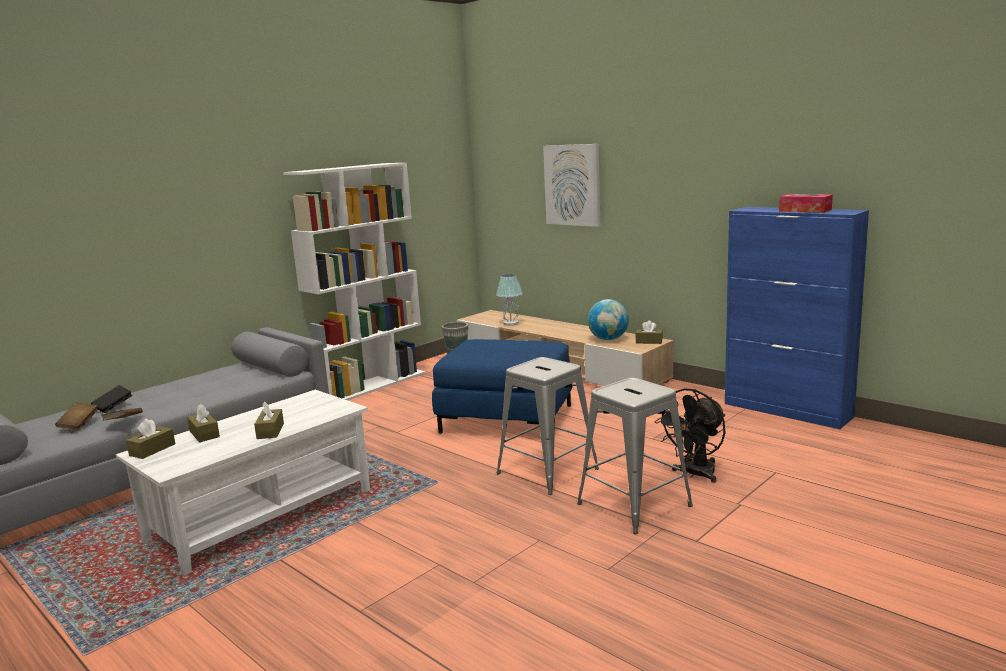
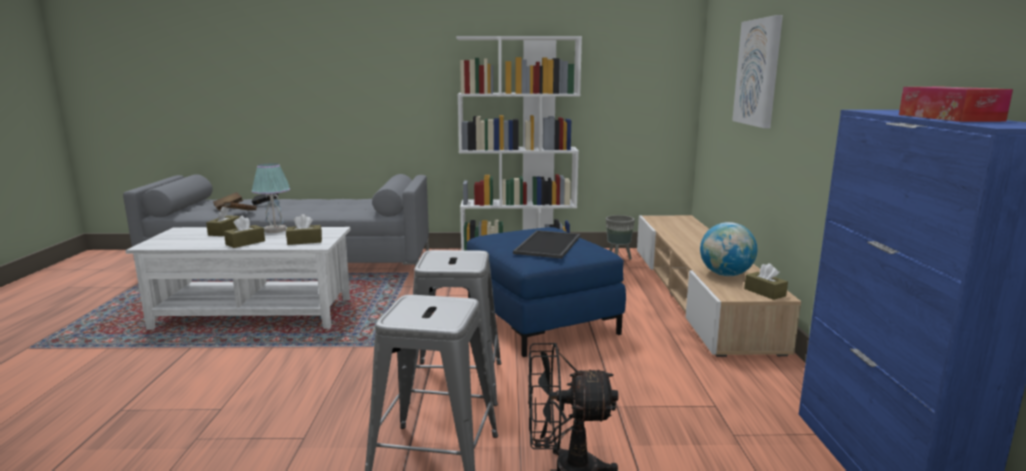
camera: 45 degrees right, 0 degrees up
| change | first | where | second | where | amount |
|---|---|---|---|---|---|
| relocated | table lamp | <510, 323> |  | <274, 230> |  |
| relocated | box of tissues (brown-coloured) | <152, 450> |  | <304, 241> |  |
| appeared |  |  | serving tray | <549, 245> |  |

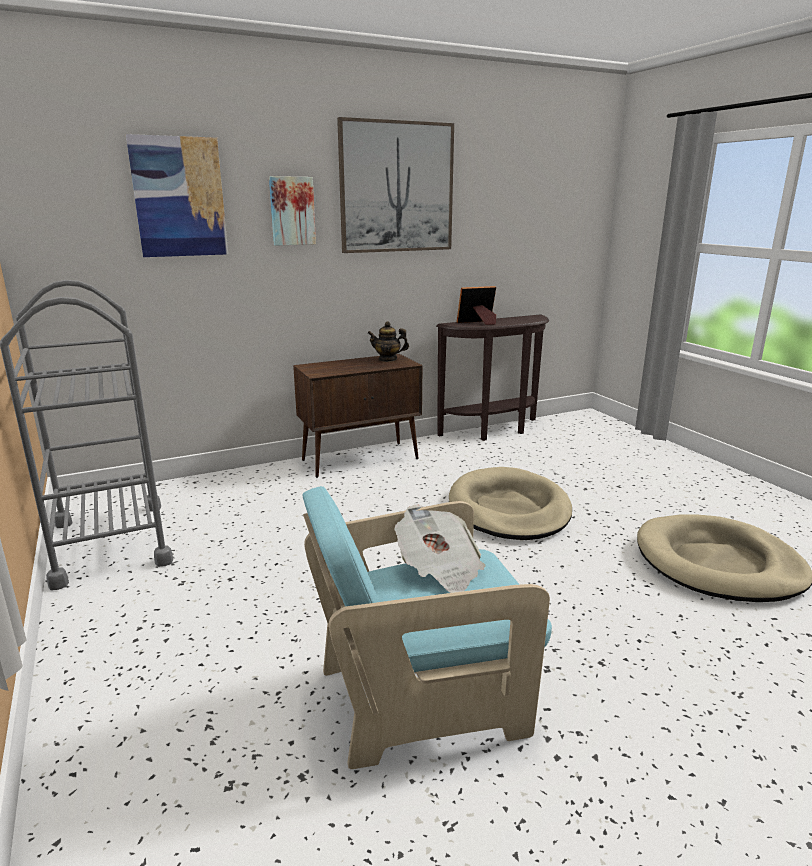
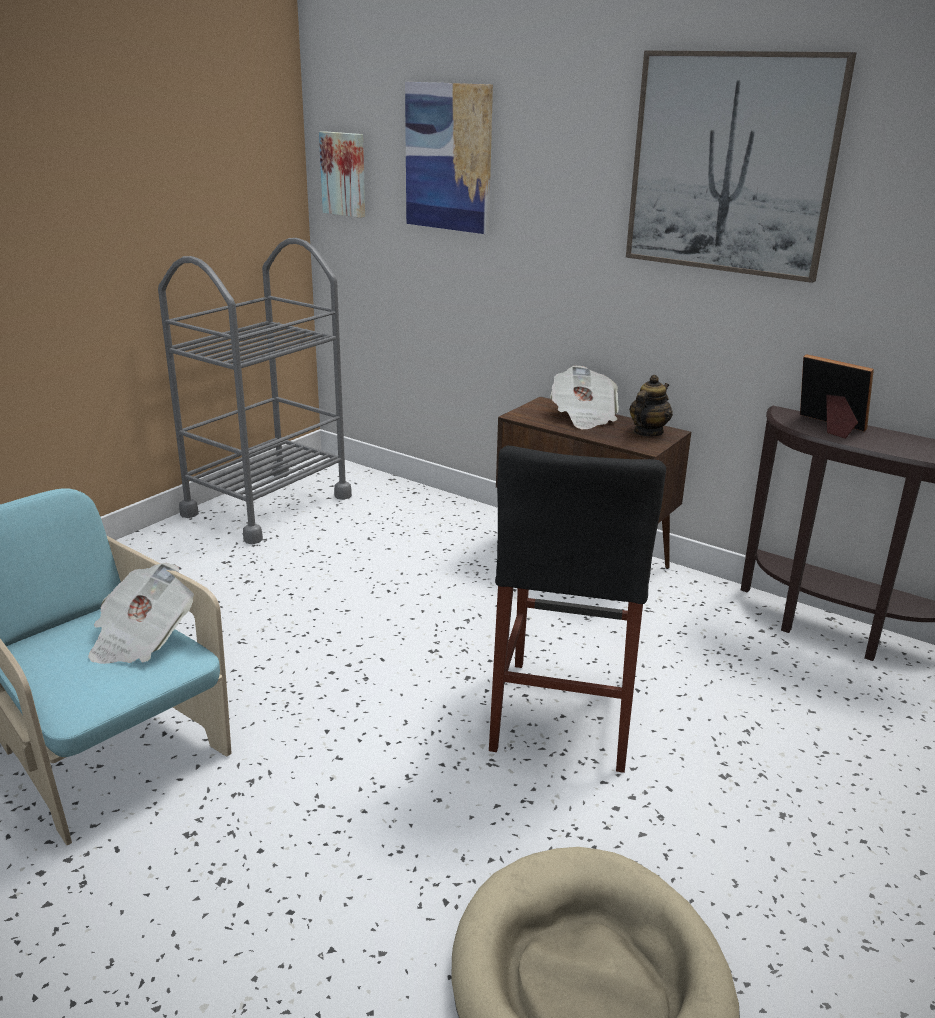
camera: 60 degrees right, 5 degrees up
| change | first | where | second | where | amount |
|---|---|---|---|---|---|
| relocated | wall picture | <292, 211> |  | <344, 174> |  |
| exchanged | dog bed (sand-coloured) | <509, 509> | stool seat (black) | <565, 713> |  |
| appeared |  |  | daily paper | <583, 417> |  |
| spun | teapot | <388, 359> |  | <647, 432> | 60 degrees clockwise |

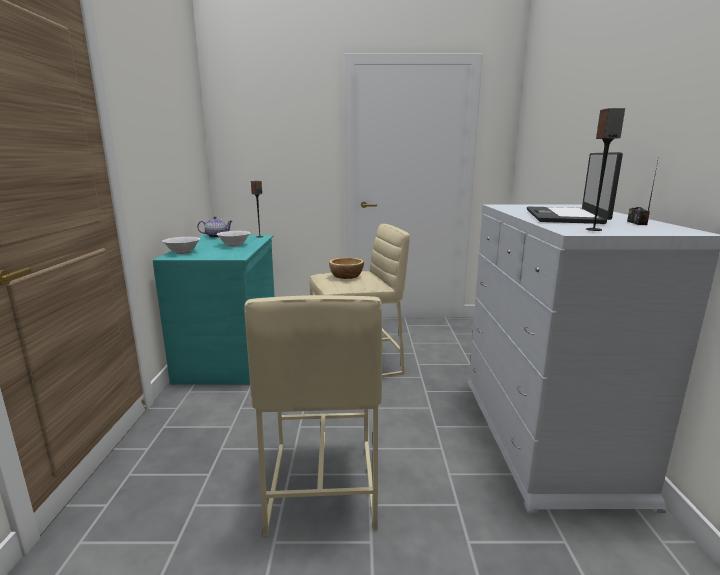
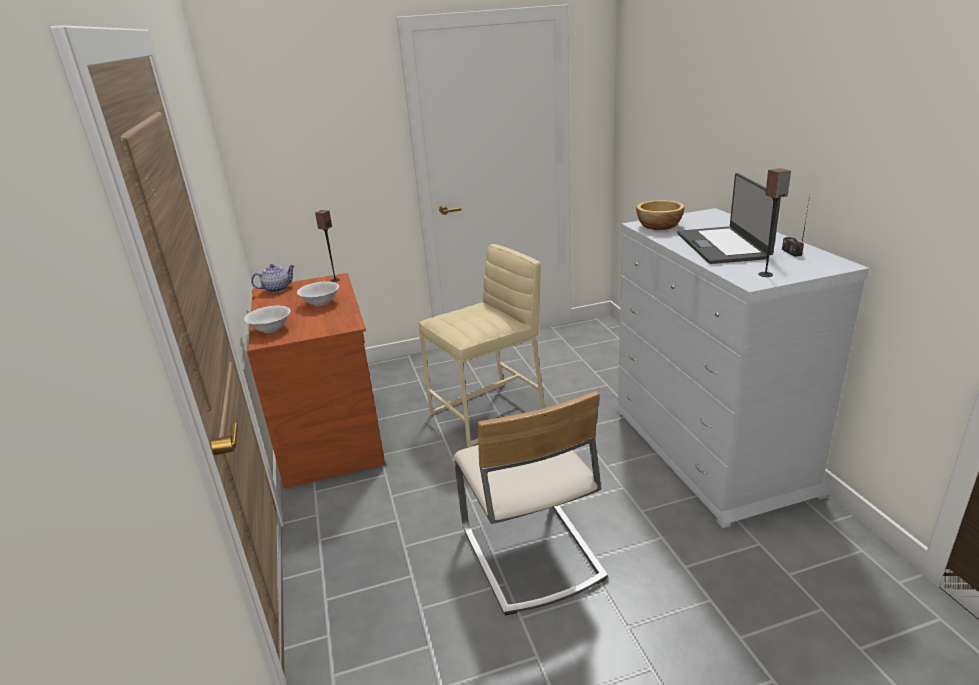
camera: 15 degrees left, 10 degrees up
| change | first | where | second | where | amount |
|---|---|---|---|---|---|
| colour | desk unit (blue-green) | <231, 356> | desk unit (brown-coloured) | <331, 434> |  |
| exchanged | stool seat (sand-coloured) | <321, 483> | chair (sand-coloured) | <529, 553> |  |
| relocated | bowl | <347, 276> |  | <660, 226> |  |

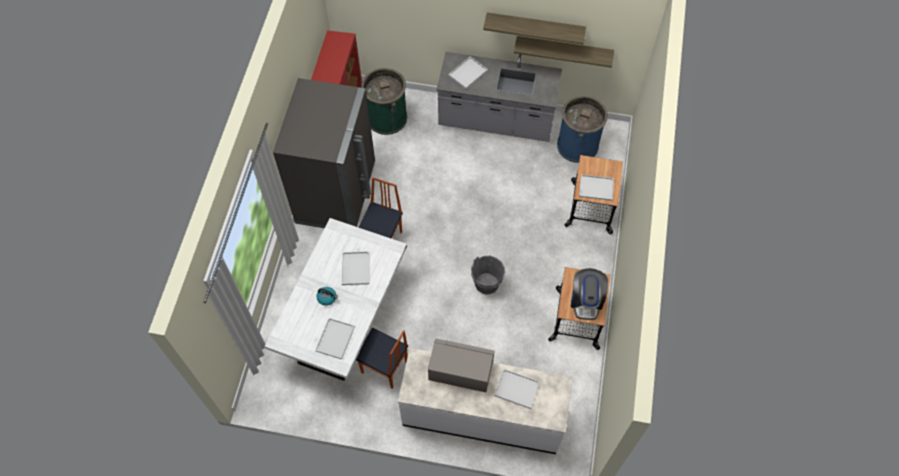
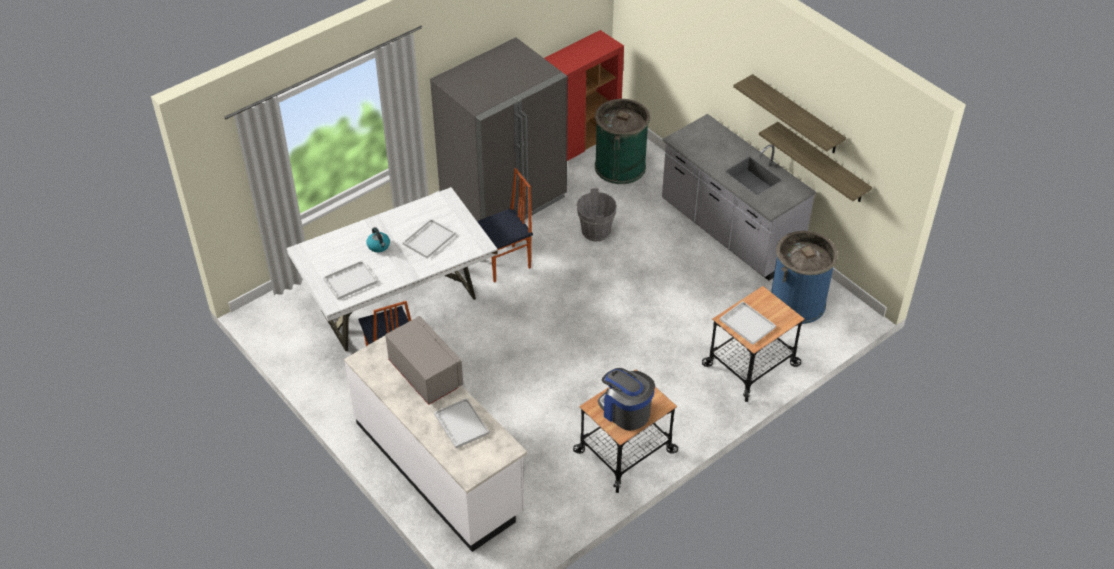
camera: 40 degrees right, 15 degrees down
| change | first | where | second | where | amount |
|---|---|---|---|---|---|
| relocated | bucket (gray) | <486, 284> |  | <595, 231> |  |
| spun | coffee brewer | <586, 300> |  | <625, 411> | 90 degrees clockwise |
| missing | serving tray (white) | <468, 72> |  |  |  |

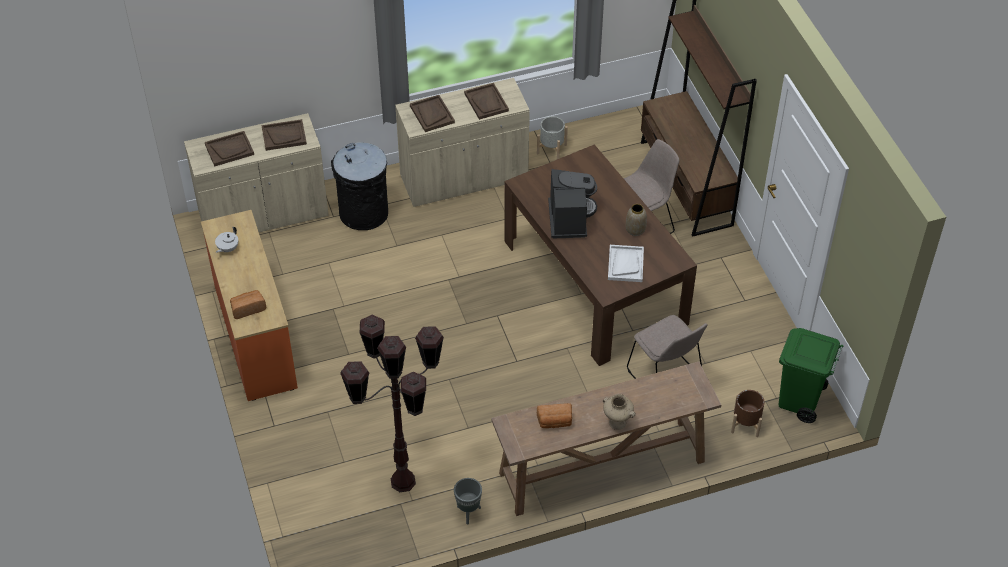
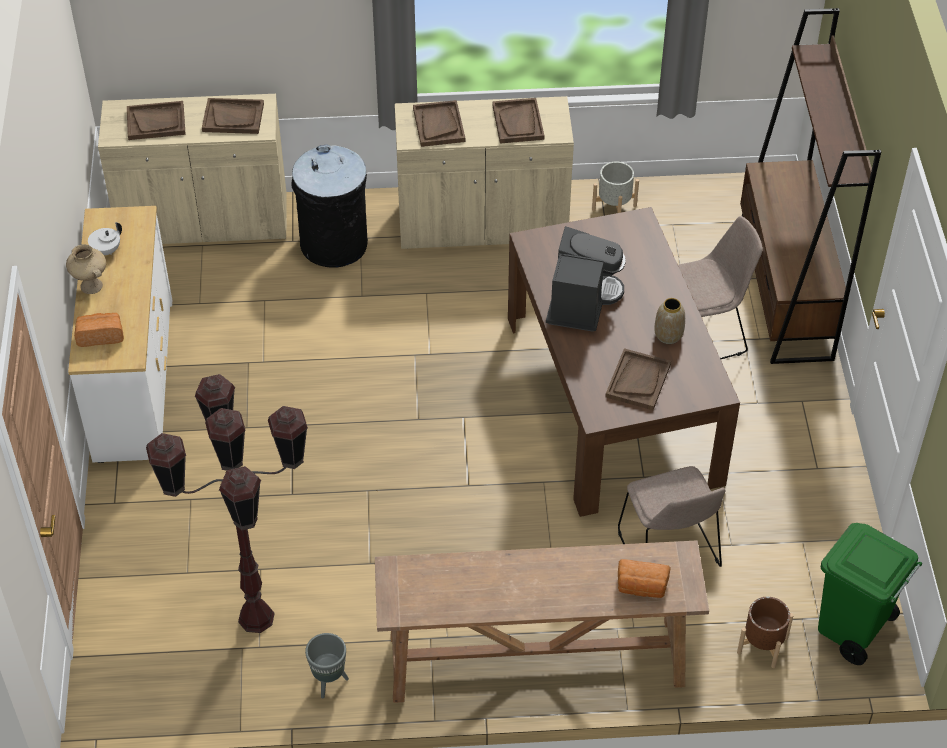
camera: 15 degrees right, 0 degrees up
| change | first | where | second | where | amount |
|---|---|---|---|---|---|
| relocated | flower vase (sand-coloured) | <616, 423> |  | <90, 286> |  |
| colour | drawer chest (orange) | <254, 337> | drawer chest (white) | <133, 379> |  |
| colour | serving tray (white) | <625, 264> | serving tray (brown-coloured) | <638, 380> |  |
| relocated | bread | <555, 422> |  | <641, 587> |  |

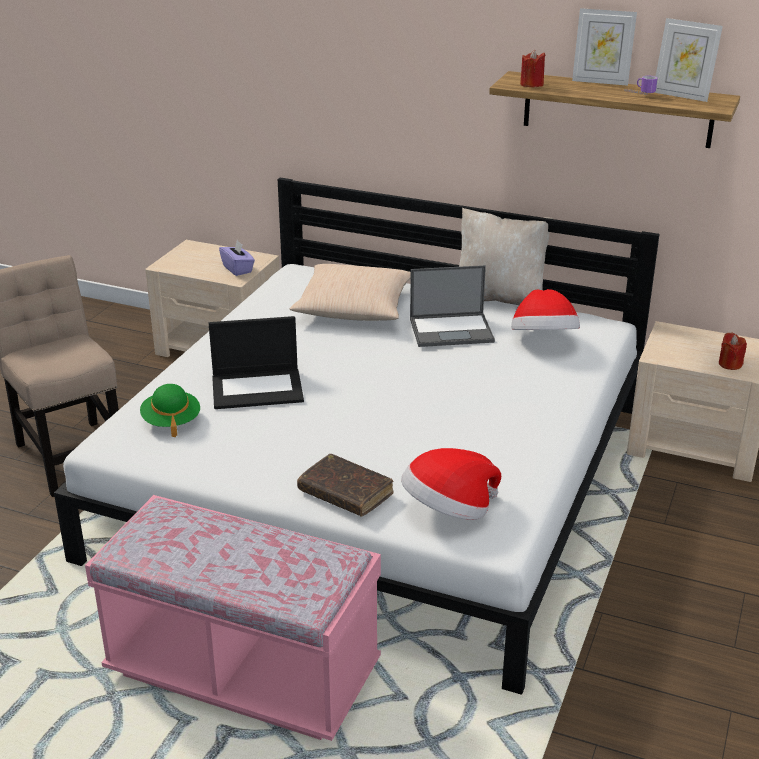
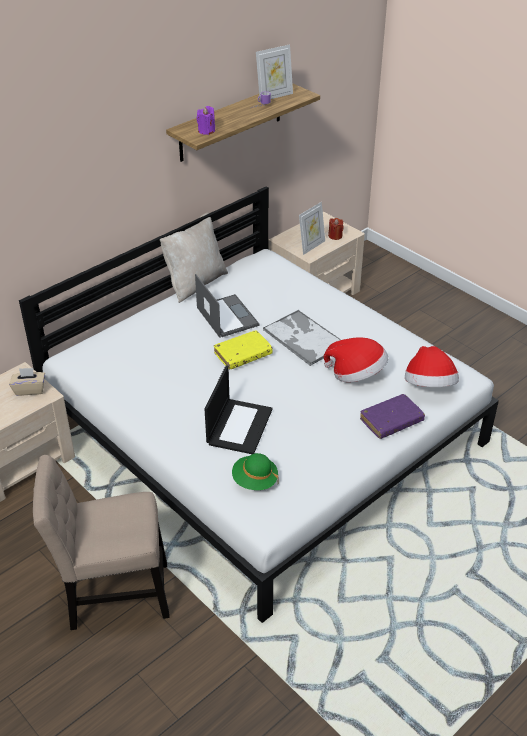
camera: 65 degrees left, 10 degrees up
| change | first | where | second | where | amount |
|---|---|---|---|---|---|
| colour | box of tissues (purplish) | <238, 269> | box of tissues (sand-coloured) | <29, 389> |  |
| spun | laptop | <452, 330> |  | <226, 316> | 45 degrees counterclockwise |
| colour | candle (red) | <531, 84> | candle (purplish) | <206, 131> |  |
| appeared |  |  | book (yellow) | <243, 355> |  |
| appeared |  |  | serving tray | <303, 338> |  |
| relocated | picture frame | <600, 81> |  | <311, 246> |  |
| relocated | clothing hat | <543, 340> |  | <356, 374> |  |
| colour | book (brown-coloured) | <345, 493> | book (purplish) | <391, 421> |  |
| missing | bench (pink) | <243, 673> |  |  |  |
| missing | throw pillow (sand-coloured) | <354, 307> |  |  |  |

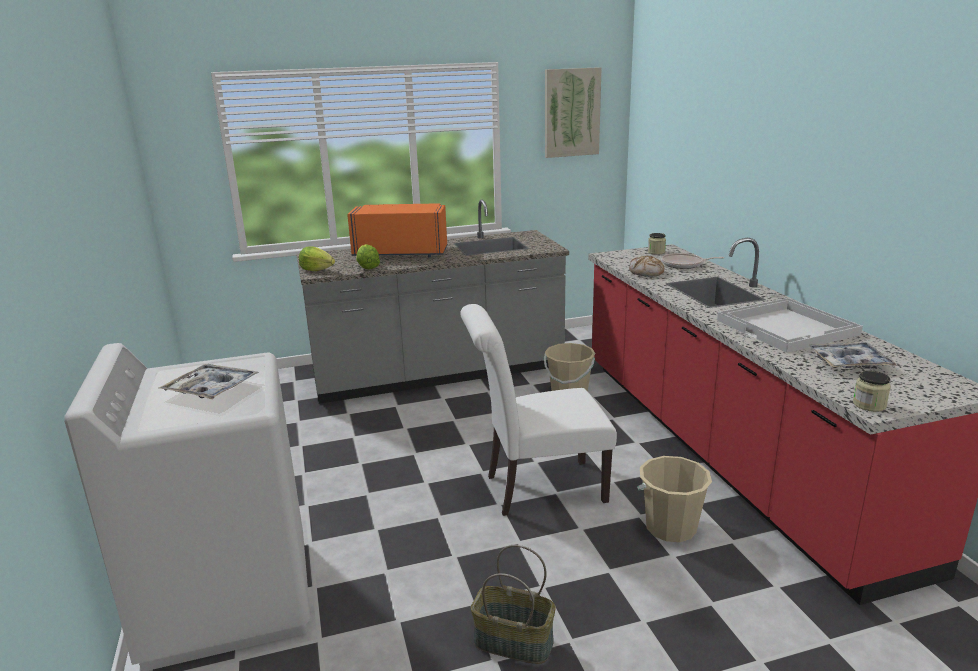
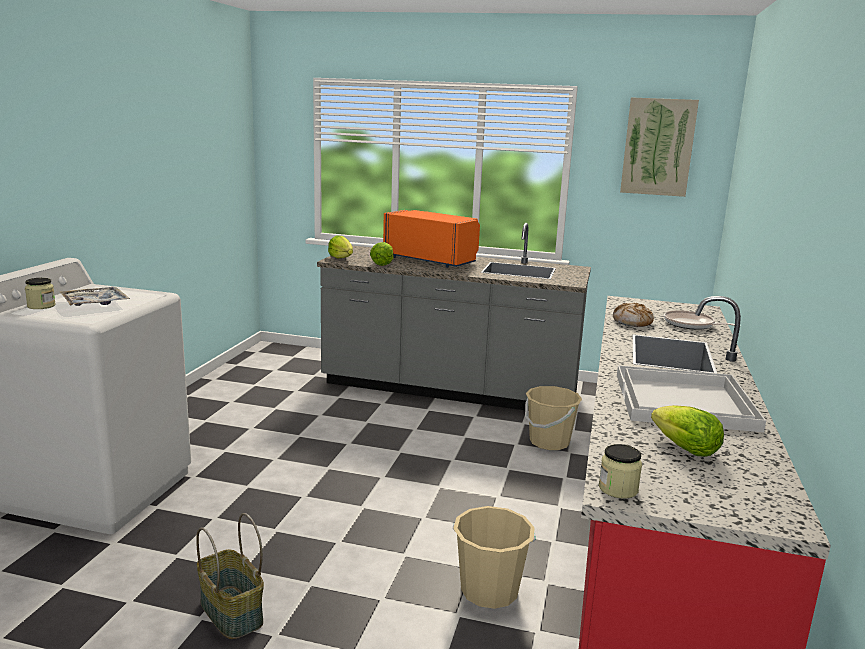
camera: 30 degrees right, 5 degrees down
| change | first | where | second | where | amount |
|---|---|---|---|---|---|
| relocated | jar | <656, 252> |  | <41, 306> |  |
| exchanged | serving tray | <849, 362> | lettuce head | <685, 449> |  |
| missing | chair (white) | <537, 489> |  |  |  |

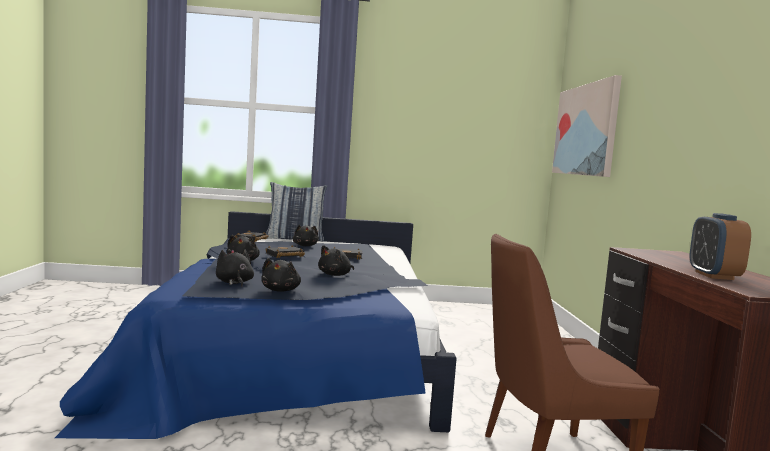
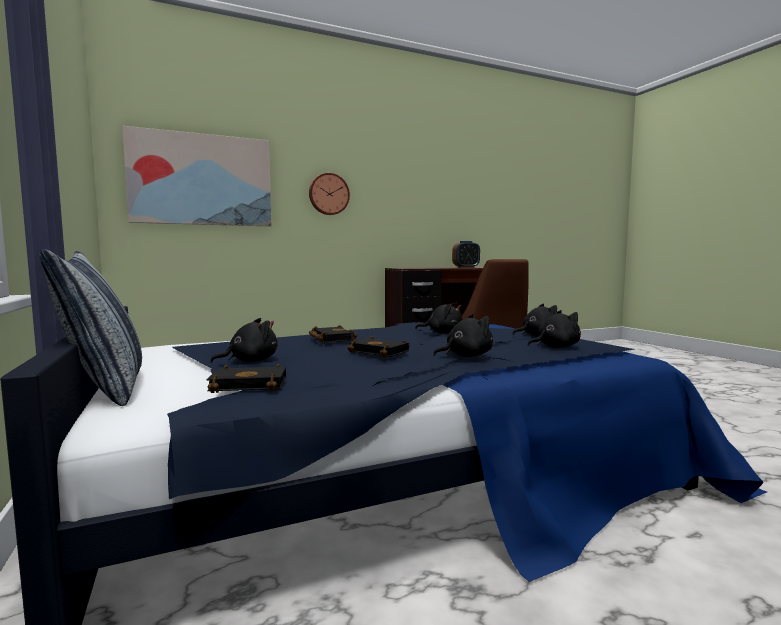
camera: 110 degrees left, 0 degrees up
| change | first | where | second | where | amount |
|---|---|---|---|---|---|
| appeared |  |  | clock on the wall | <328, 194> |  |
| spun | cuddly toy (black) | <234, 283> |  | <555, 347> | 150 degrees counterclockwise |

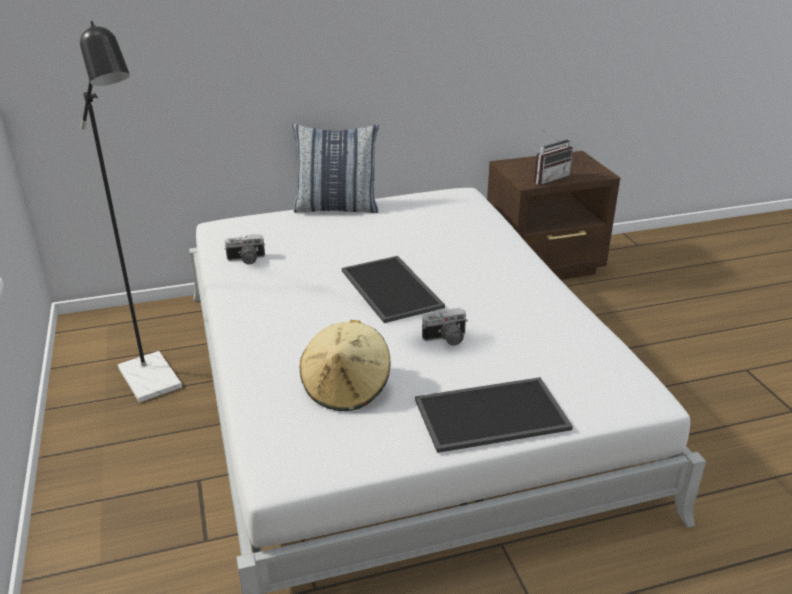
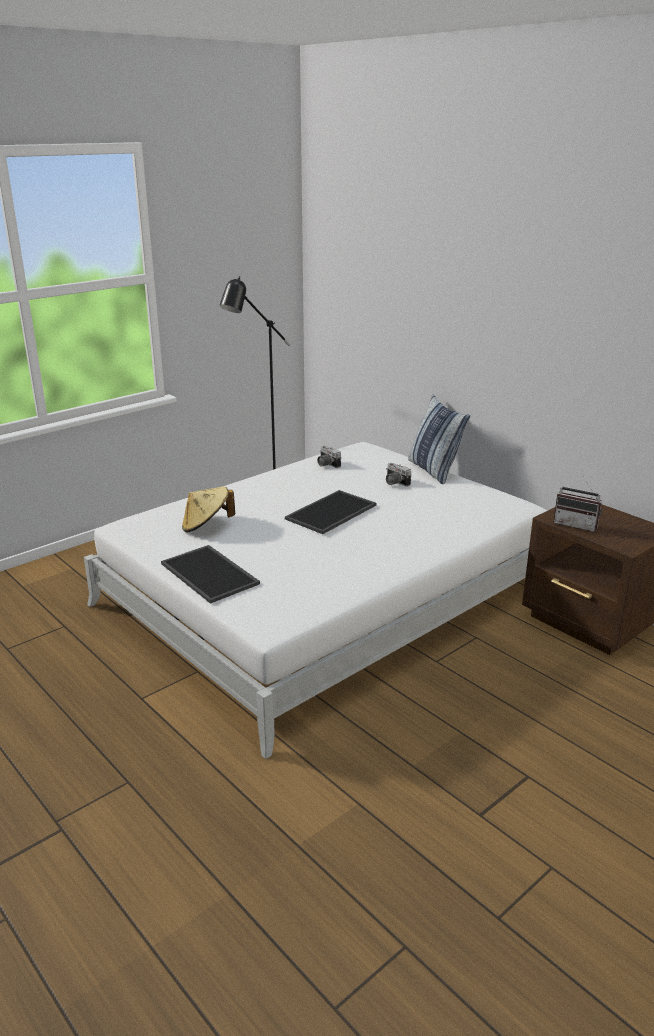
camera: 65 degrees right, 5 degrees down
| change | first | where | second | where | amount |
|---|---|---|---|---|---|
| relocated | photo camera | <446, 339> |  | <394, 483> |  |

